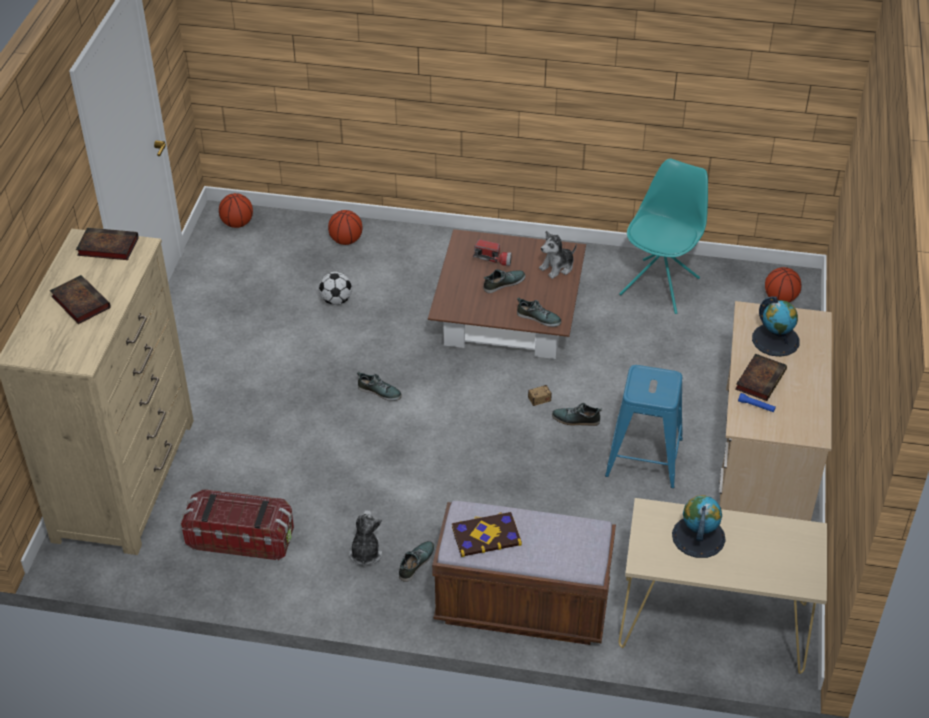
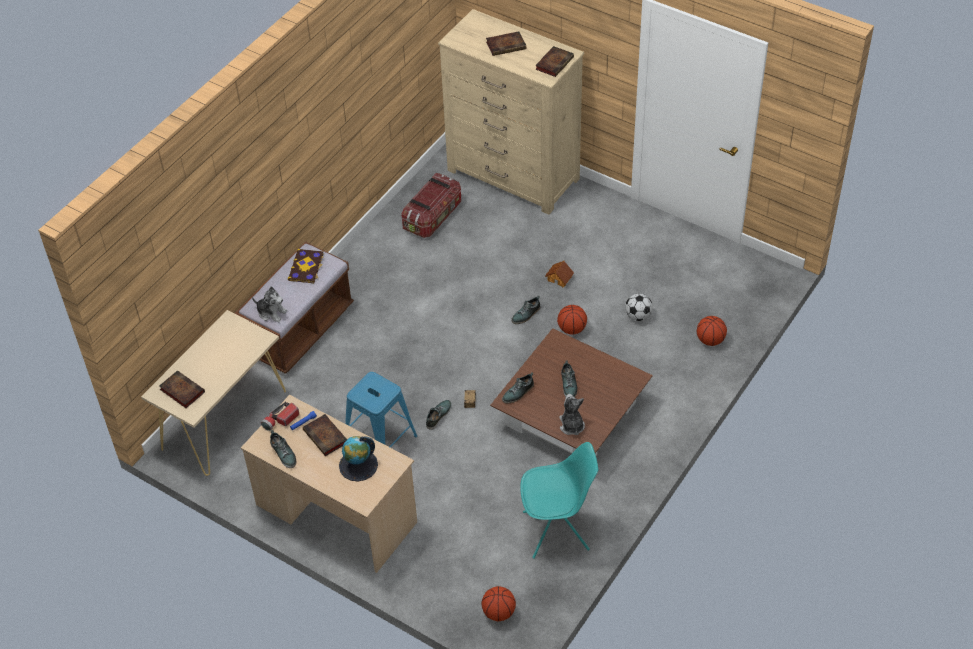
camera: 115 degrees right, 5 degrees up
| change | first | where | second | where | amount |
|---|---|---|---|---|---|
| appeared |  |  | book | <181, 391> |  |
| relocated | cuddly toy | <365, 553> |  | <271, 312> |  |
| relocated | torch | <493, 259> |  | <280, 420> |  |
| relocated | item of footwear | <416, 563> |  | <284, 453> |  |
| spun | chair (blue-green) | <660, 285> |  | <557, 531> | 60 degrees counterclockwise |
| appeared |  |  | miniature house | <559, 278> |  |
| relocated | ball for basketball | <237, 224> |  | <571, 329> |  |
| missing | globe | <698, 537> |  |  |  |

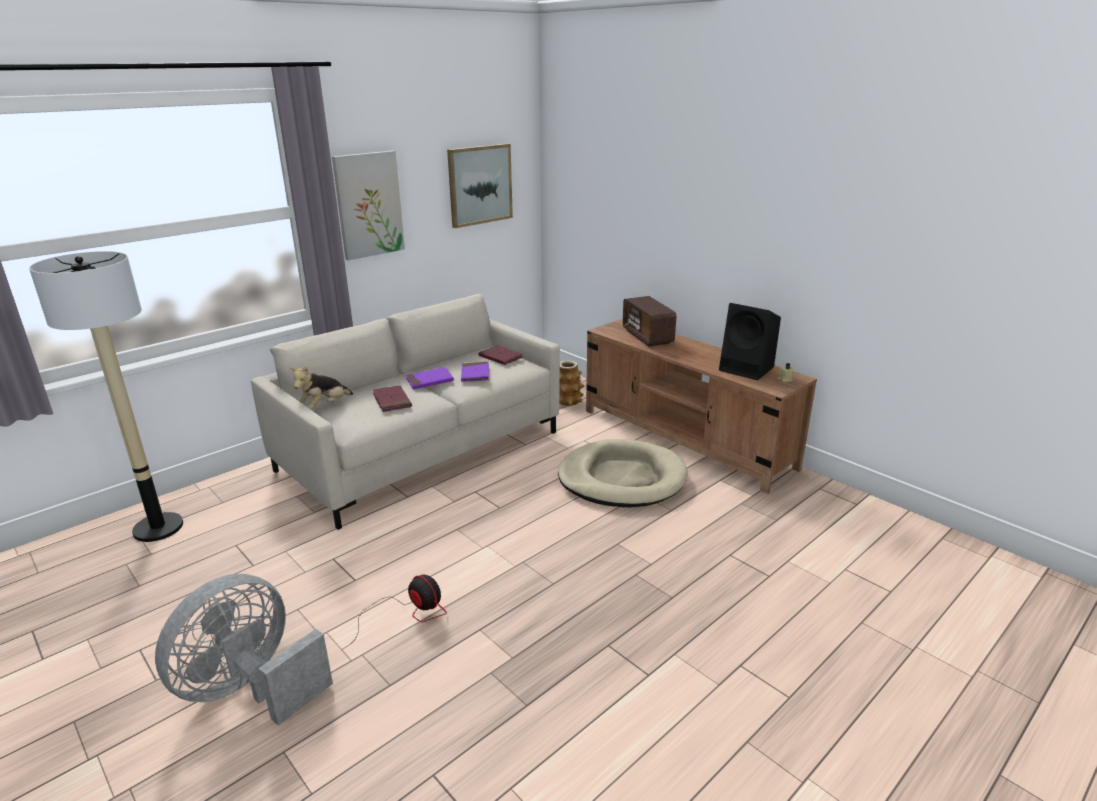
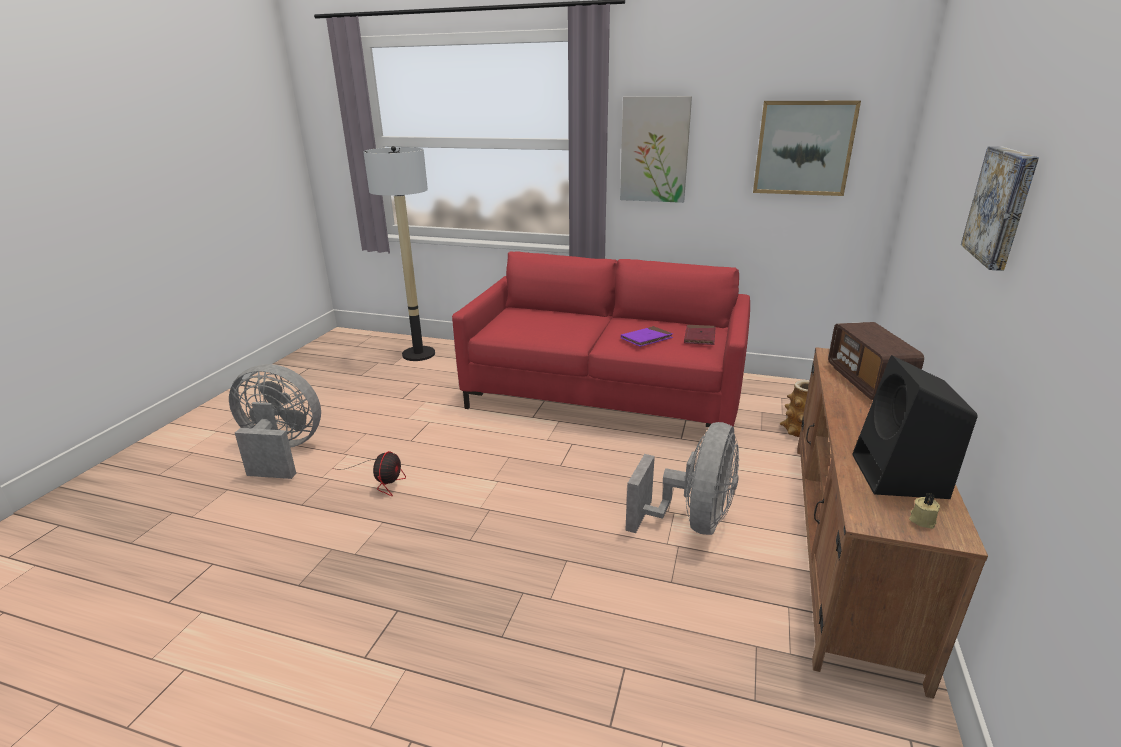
camera: 60 degrees right, 0 degrees up
| change | first | where | second | where | amount |
|---|---|---|---|---|---|
| colour | settee (sand-coloured) | <422, 451> | settee (red) | <604, 396> |  |
| exchanged | dog bed (sand-coloured) | <621, 478> | electric fan (gray) | <692, 521> |  |
| spun | radio receiver | <647, 336> |  | <867, 382> | 45 degrees counterclockwise |
| appeared |  |  | wall picture | <1002, 206> |  |
| missing | cuddly toy | <324, 407> |  |  |  |
| missing | book (red) | <392, 401> |  |  |  |
| missing | book (purplish) | <429, 380> |  |  |  |

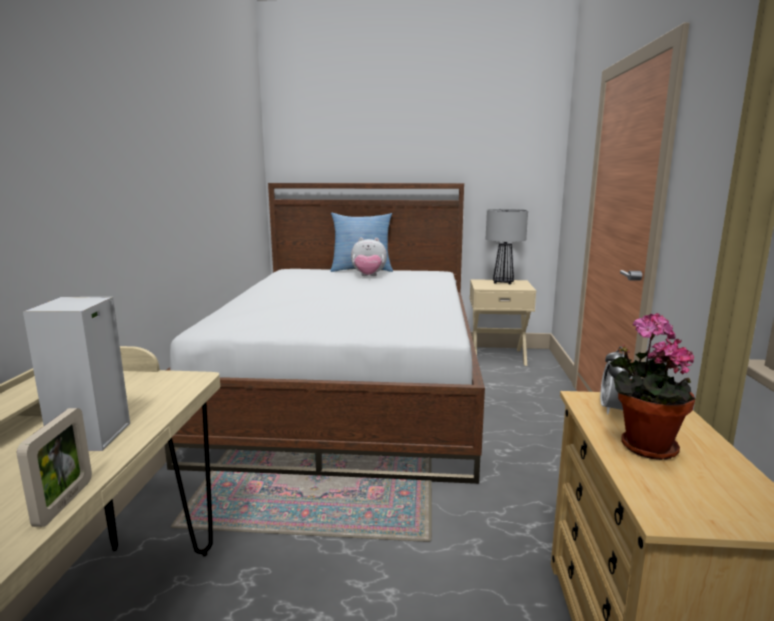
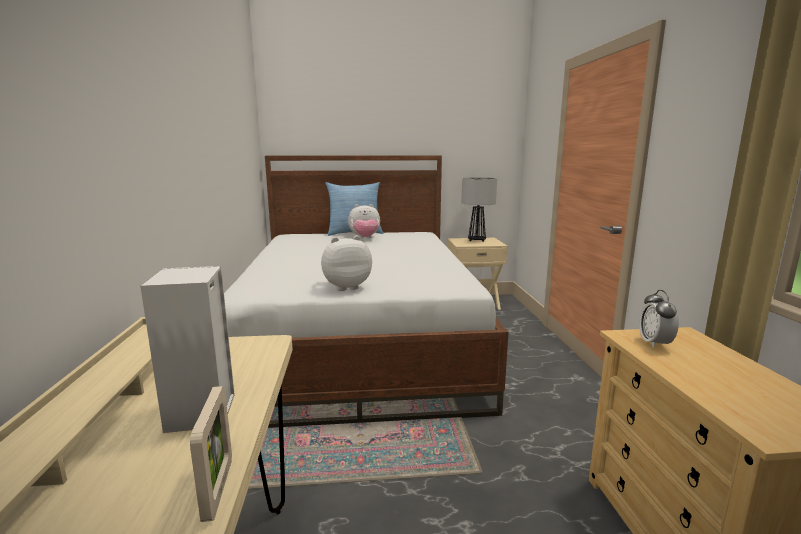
camera: 10 degrees left, 0 degrees up
| change | first | where | second | where | amount |
|---|---|---|---|---|---|
| appeared |  |  | cuddly toy | <345, 287> |  |
| missing | houseplant | <643, 446> |  |  |  |

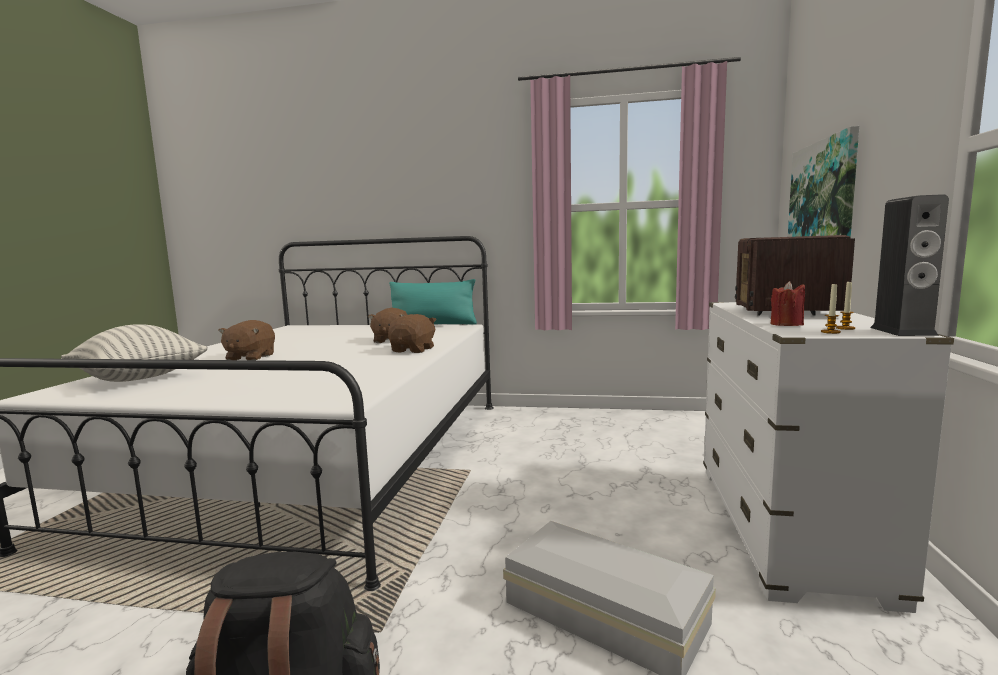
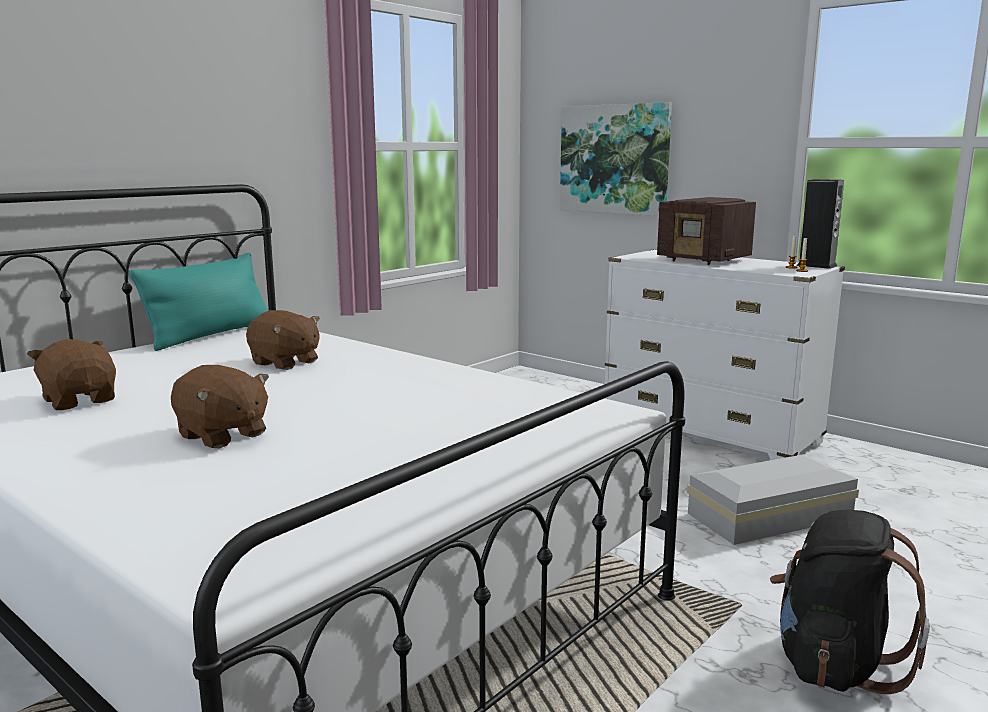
camera: 60 degrees left, 5 degrees up
| change | first | where | second | where | amount |
|---|---|---|---|---|---|
| relocated | cuddly toy (brown-coloured) | <413, 350> |  | <80, 400> |  |
| missing | throw pillow | <140, 379> |  |  |  |
| missing | candle (red) | <786, 324> |  |  |  |

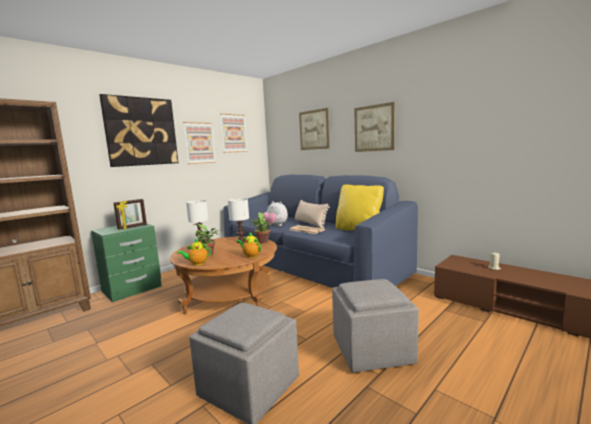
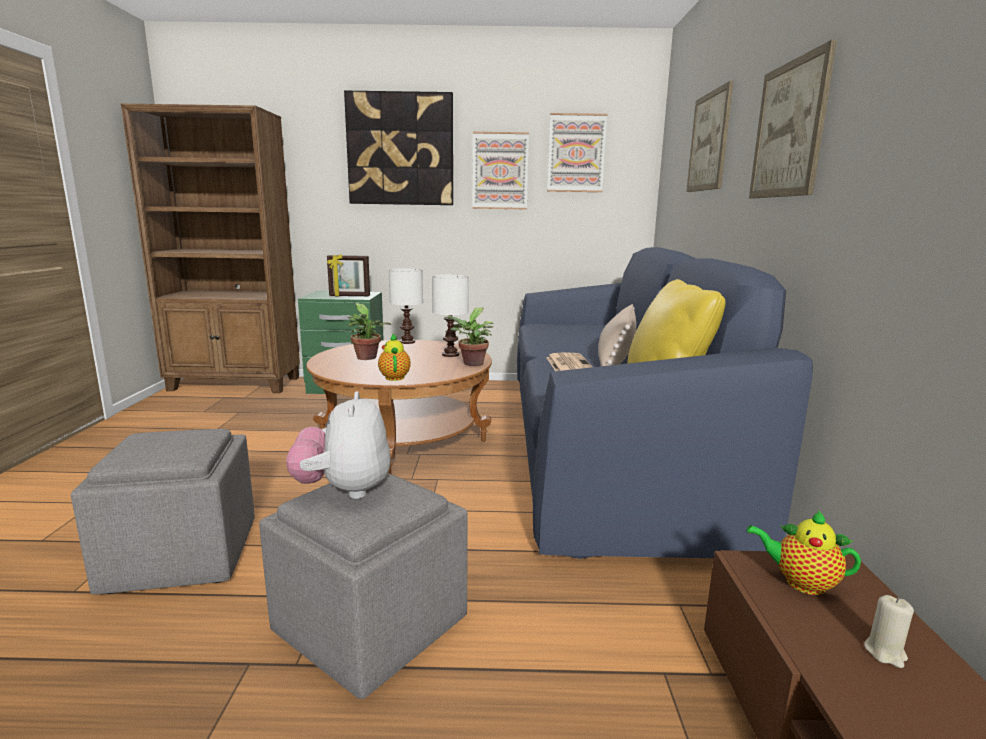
camera: 45 degrees right, 5 degrees up
| change | first | where | second | where | amount |
|---|---|---|---|---|---|
| relocated | cuddly toy | <275, 226> |  | <344, 490> |  |
| relocated | teapot | <197, 263> |  | <800, 582> |  |

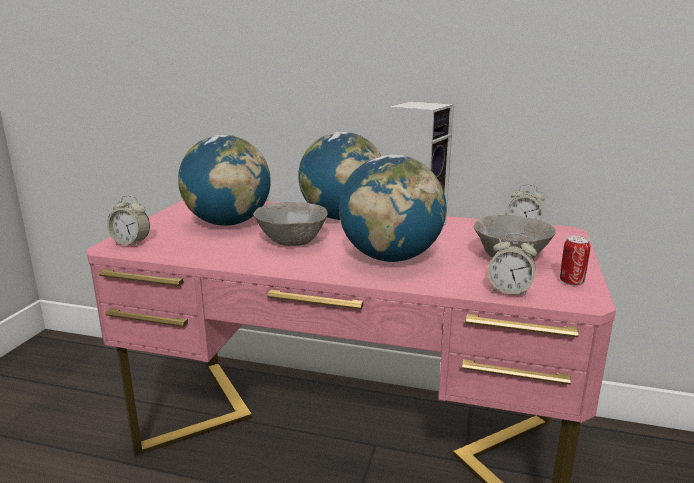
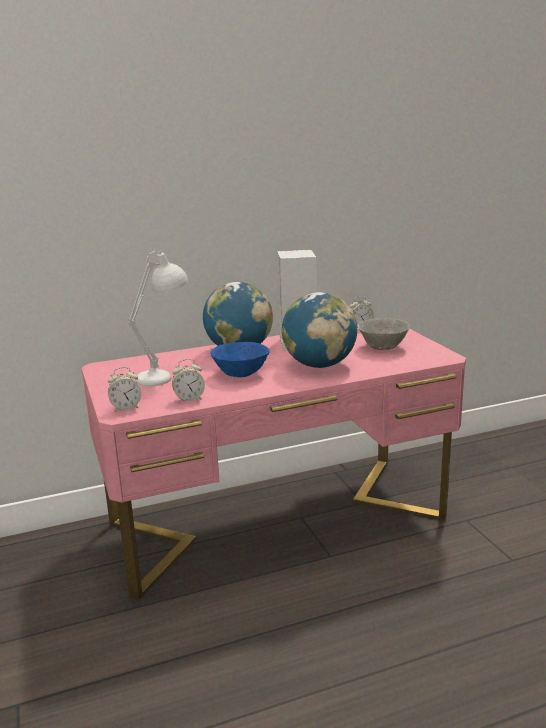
camera: 35 degrees left, 0 degrees up
| change | first | where | second | where | amount |
|---|---|---|---|---|---|
| exchanged | globe | <228, 223> | table lamp (white) | <166, 375> |  |
| relocated | table clock | <509, 291> |  | <189, 399> |  |
| colour | bowl (gray) | <291, 242> | bowl (blue-coloured) | <240, 374> |  |
| missing | sealed can | <571, 281> |  |  |  |

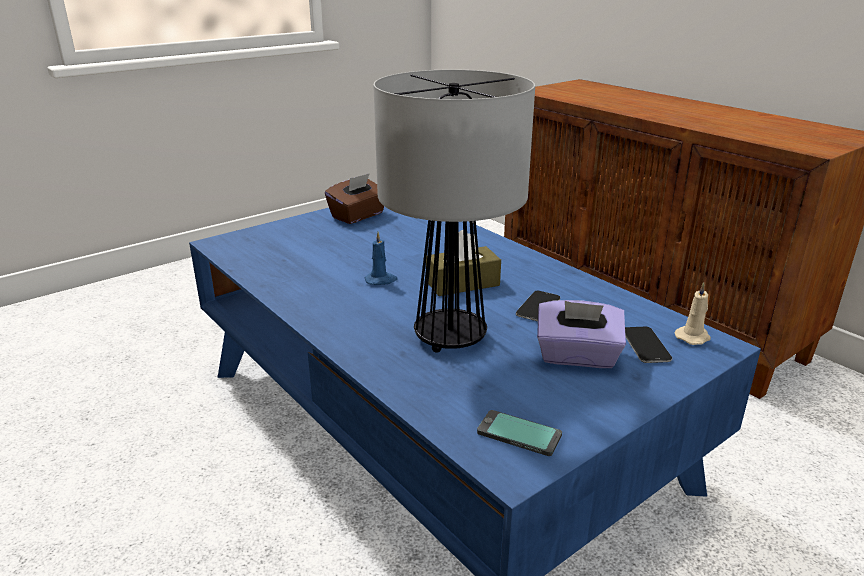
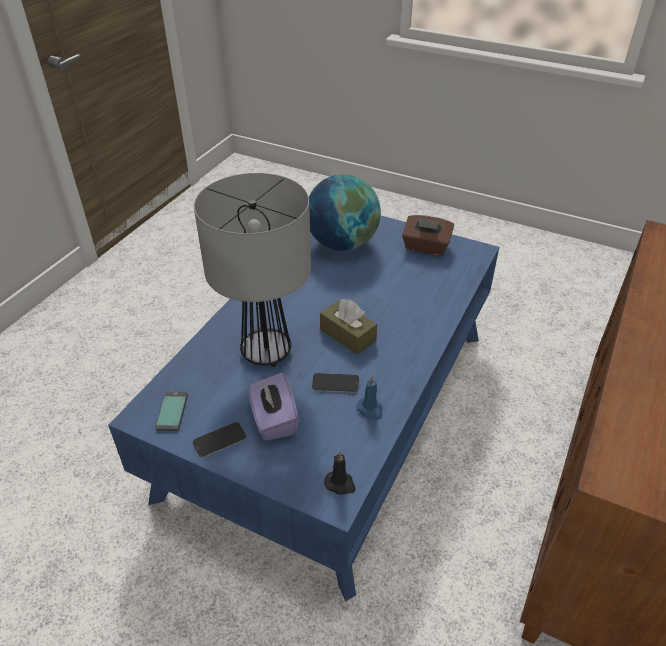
camera: 65 degrees right, 15 degrees up
| change | first | where | second | where | amount |
|---|---|---|---|---|---|
| relocated | telephone | <645, 346> |  | <219, 440> |  |
| appeared |  |  | globe | <342, 243> |  |
| colour | candle (sand-coloured) | <693, 337> | candle (black) | <340, 484> |  |
| relocated | candle (blue-coloured) | <381, 280> |  | <370, 409> |  |

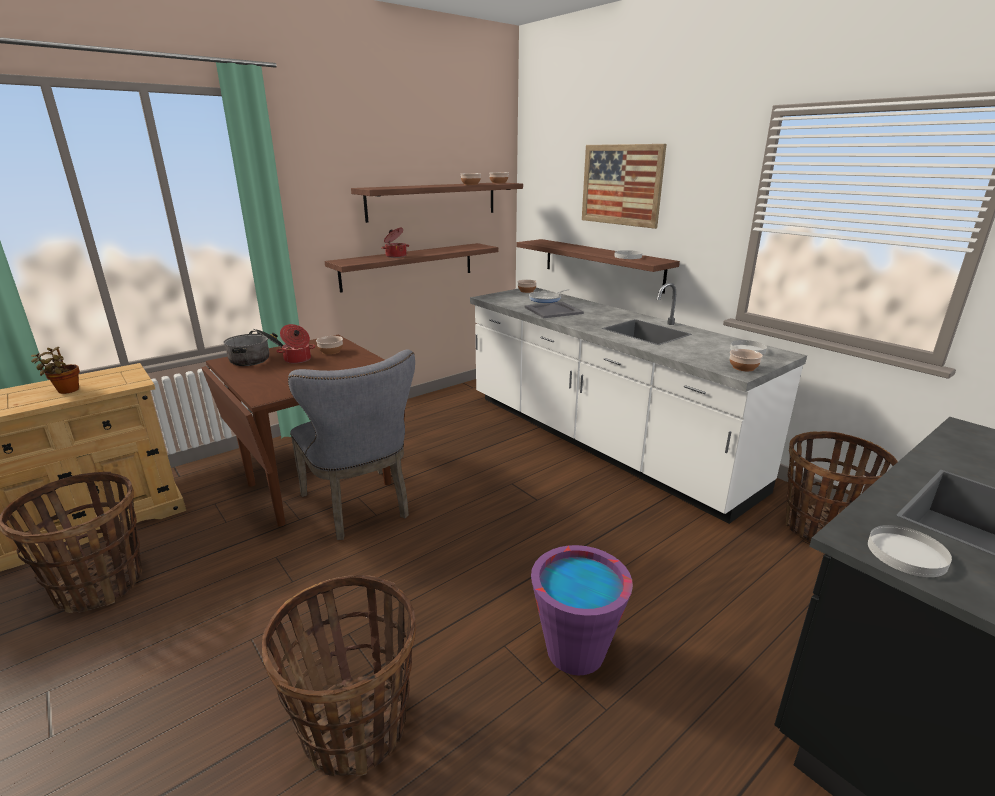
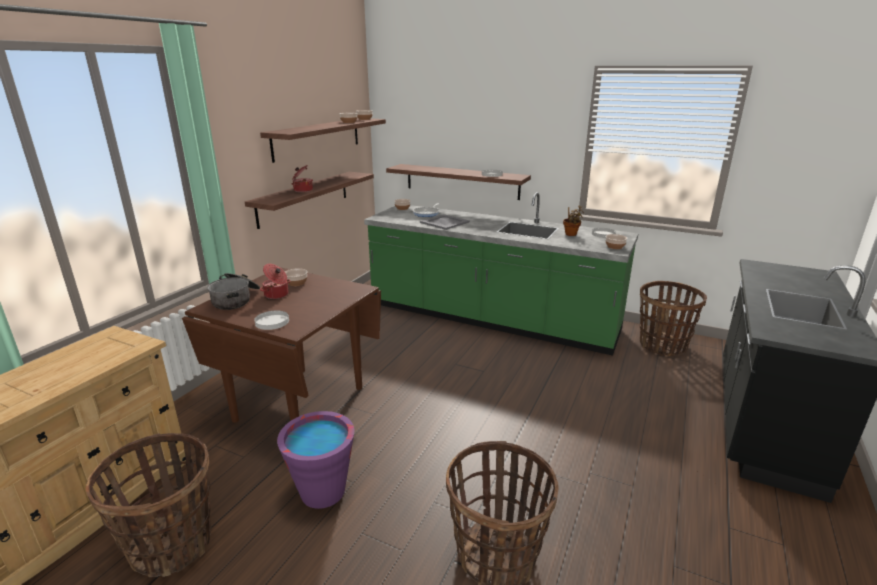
camera: 25 degrees left, 0 degrees up
| change | first | where | second | where | amount |
|---|---|---|---|---|---|
| relocated | dinner plate (white) | <906, 553> |  | <272, 322> |  |
| relocated | bucket (purplish) | <575, 651> |  | <323, 491> |  |
| colour | kitchen counter (white) | <600, 441> | kitchen counter (greenish) | <491, 319> |  |
| relocated | houseplant | <66, 391> |  | <571, 234> |  |
| missing | chair (gray) | <360, 508> |  |  |  |
| missing | wall picture | <621, 185> |  |  |  |

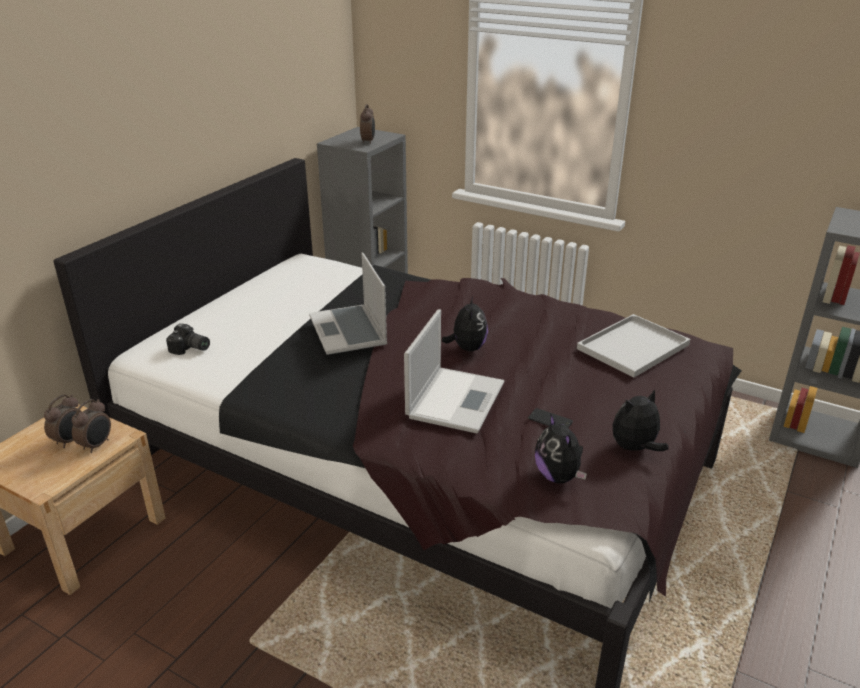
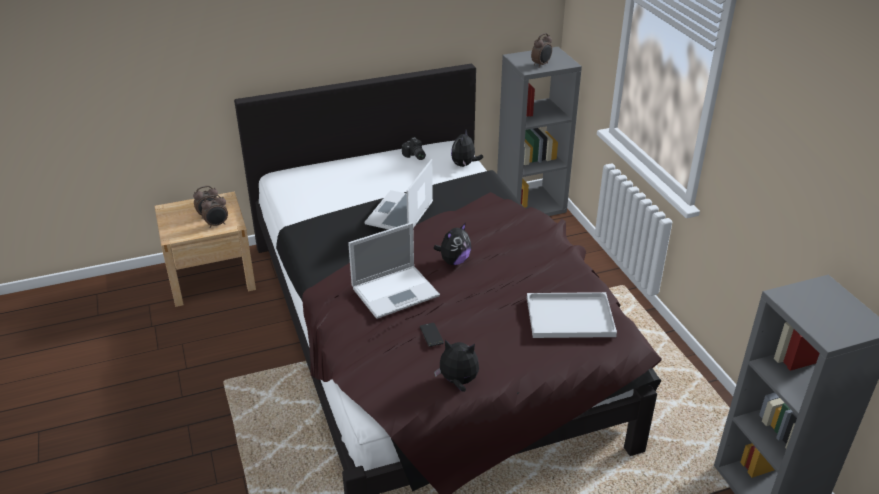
camera: 40 degrees right, 5 degrees up
| change | first | where | second | where | amount |
|---|---|---|---|---|---|
| relocated | photo camera | <190, 349> |  | <414, 156> |  |
| relocated | cuddly toy | <558, 476> |  | <464, 165> |  |

